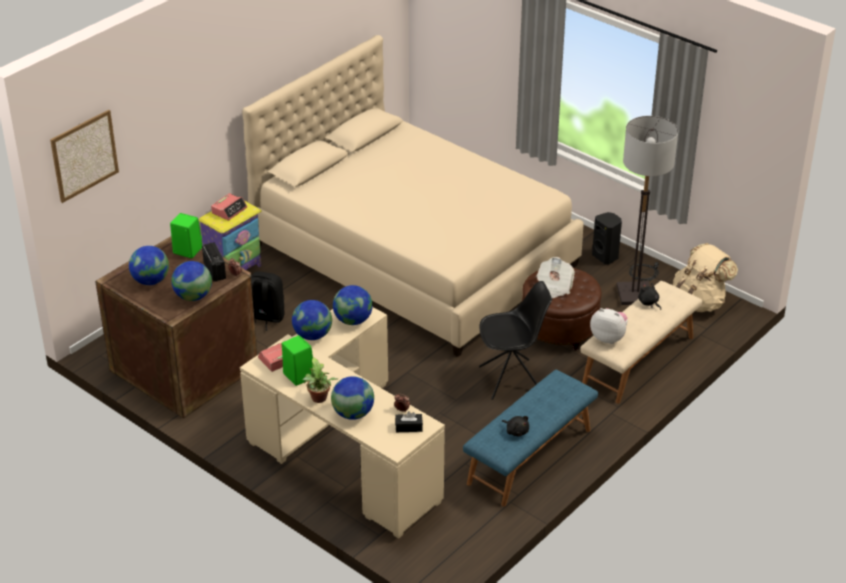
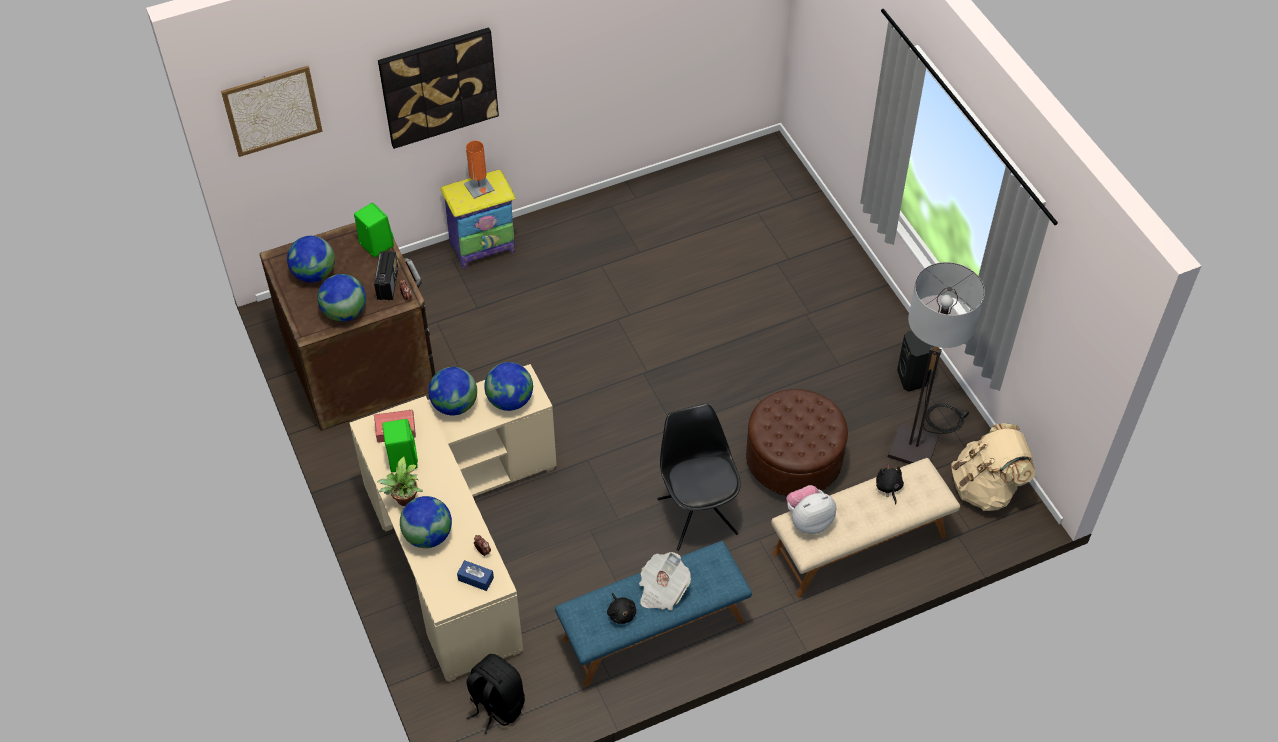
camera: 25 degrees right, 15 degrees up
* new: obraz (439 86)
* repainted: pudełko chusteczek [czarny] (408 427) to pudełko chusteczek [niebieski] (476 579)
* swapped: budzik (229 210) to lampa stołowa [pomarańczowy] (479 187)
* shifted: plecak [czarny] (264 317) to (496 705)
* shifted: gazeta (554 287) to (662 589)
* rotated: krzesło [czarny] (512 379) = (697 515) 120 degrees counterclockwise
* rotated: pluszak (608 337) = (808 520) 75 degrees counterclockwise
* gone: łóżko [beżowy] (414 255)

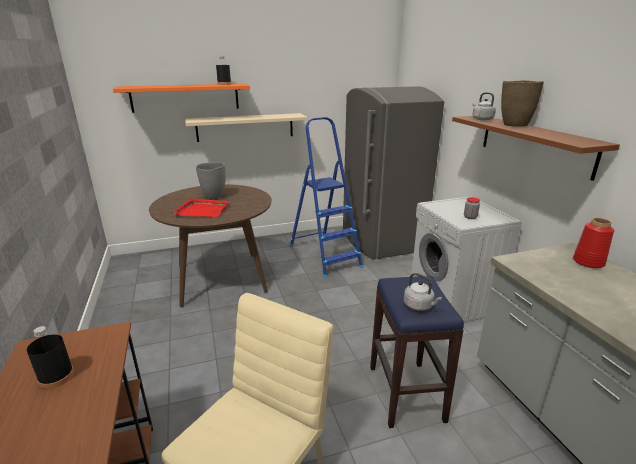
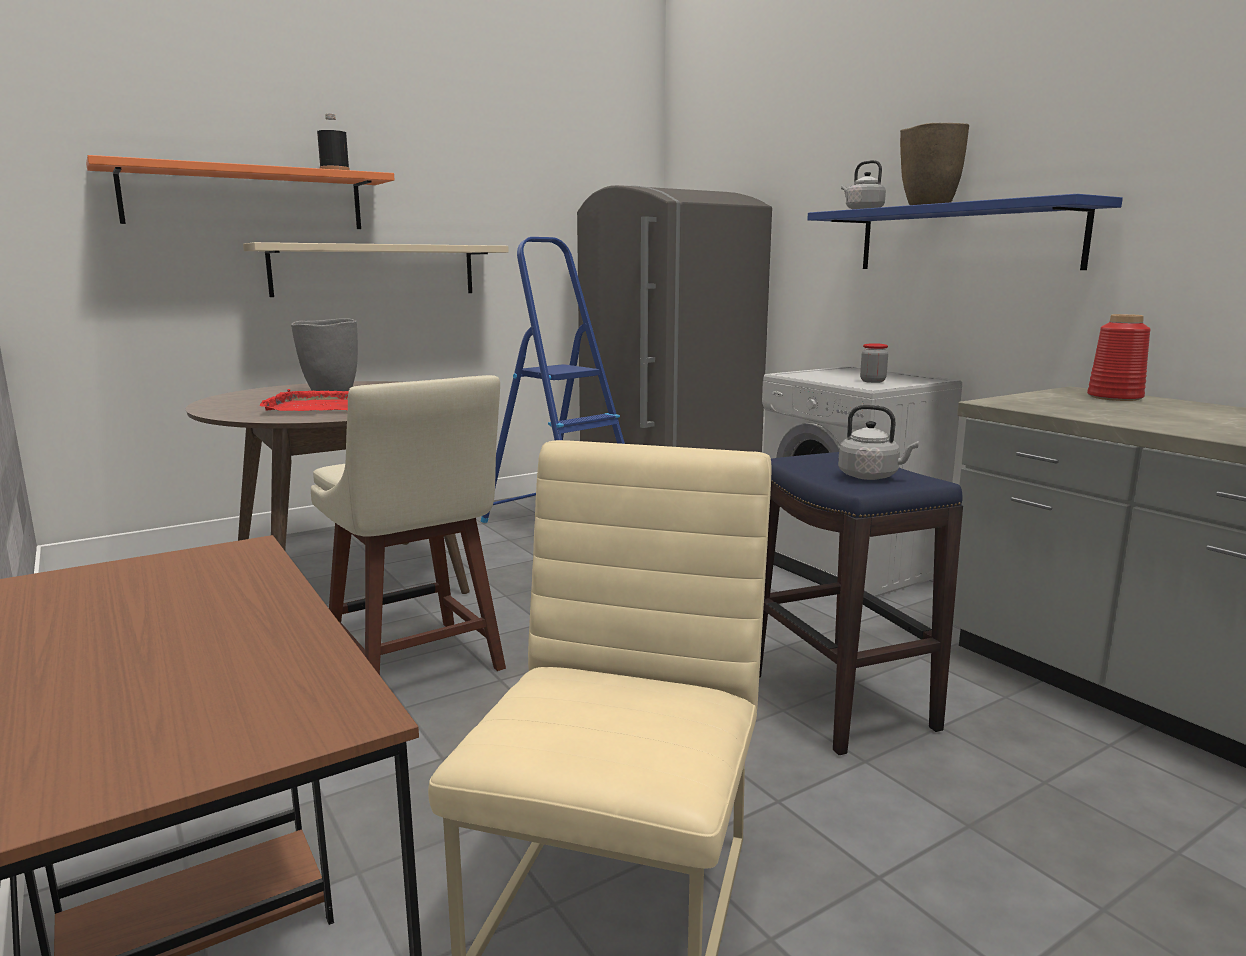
camera: 15 degrees left, 10 degrees down
* new: stołek [beżowy] (416 665)
* repainted: półka [brązowy] (534 144) to półka [niebieski] (964 238)
* gone: butelka [czarny] (56 377)

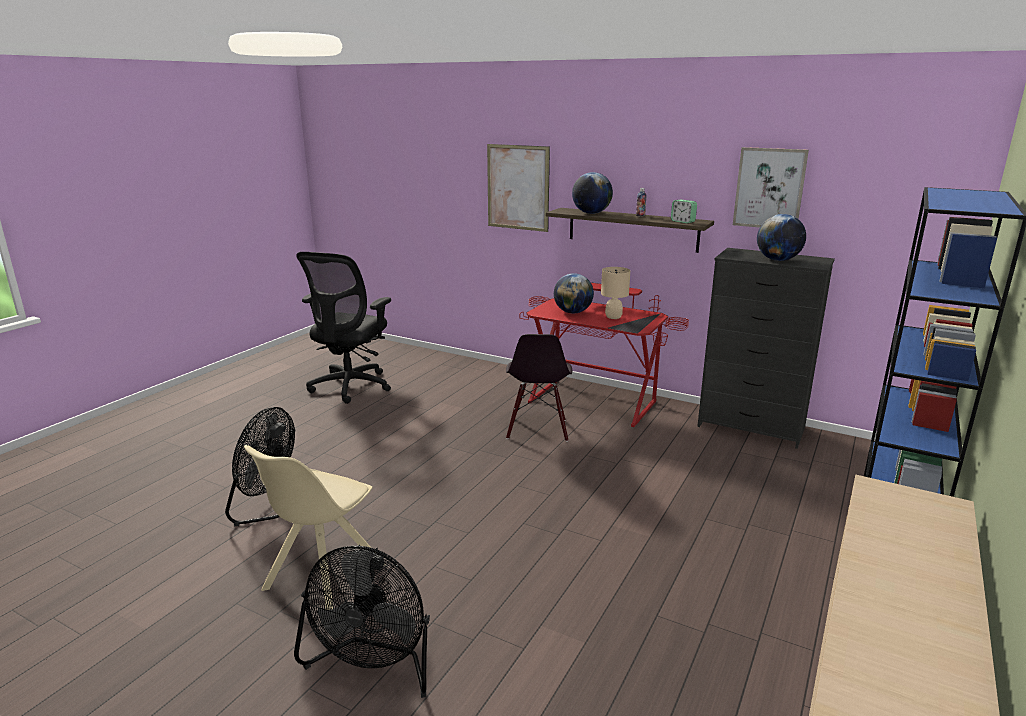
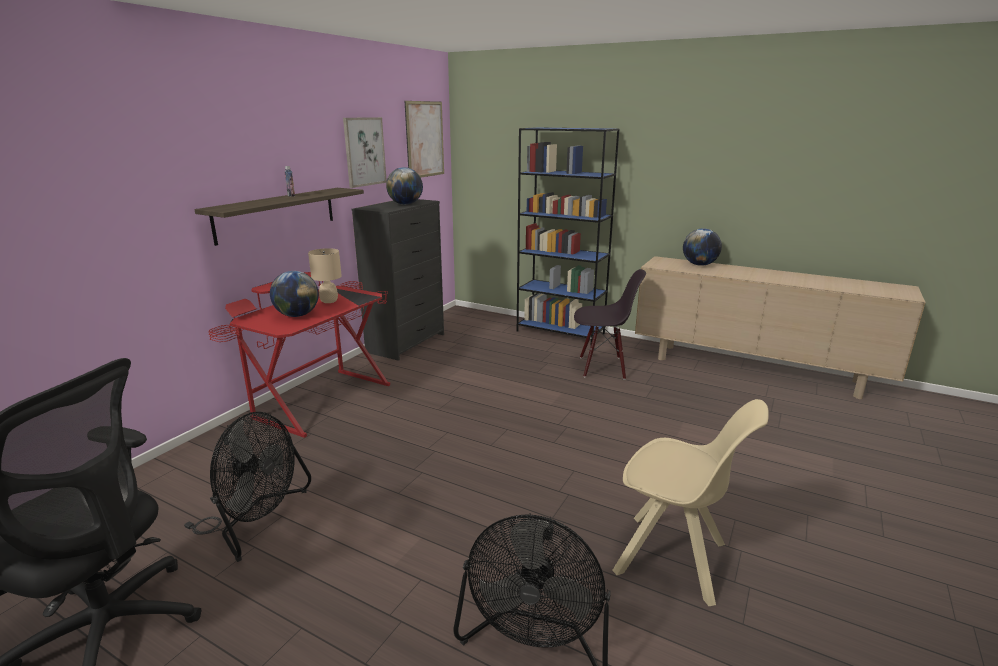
camera: 90 degrees left, 0 degrees up
* shifted: wentylator [czarny] (371 660) to (253 521)
* shifted: obraz (518 187) to (425 139)
* shifted: krzesło [czarny] (538 429) to (602 367)
* shifted: globus (591 213) to (699 265)
* gone: budzik (683 221)

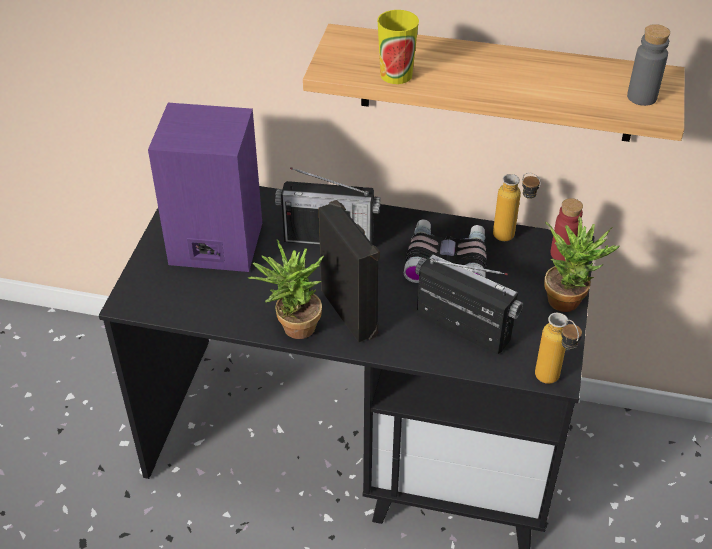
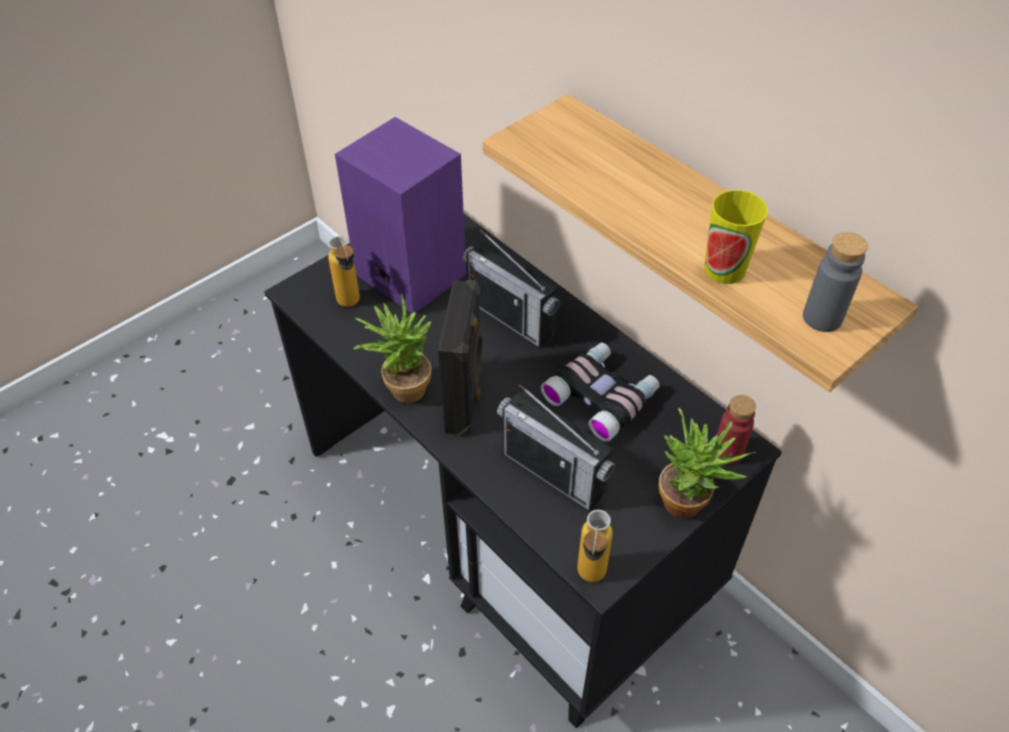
camera: 35 degrees right, 5 degrees up
* shifted: butelka (512 238) to (351 306)
* rotated: radio (462 328) = (553 473) 150 degrees clockwise
* shifted: filiżanka (396 75) to (724 269)

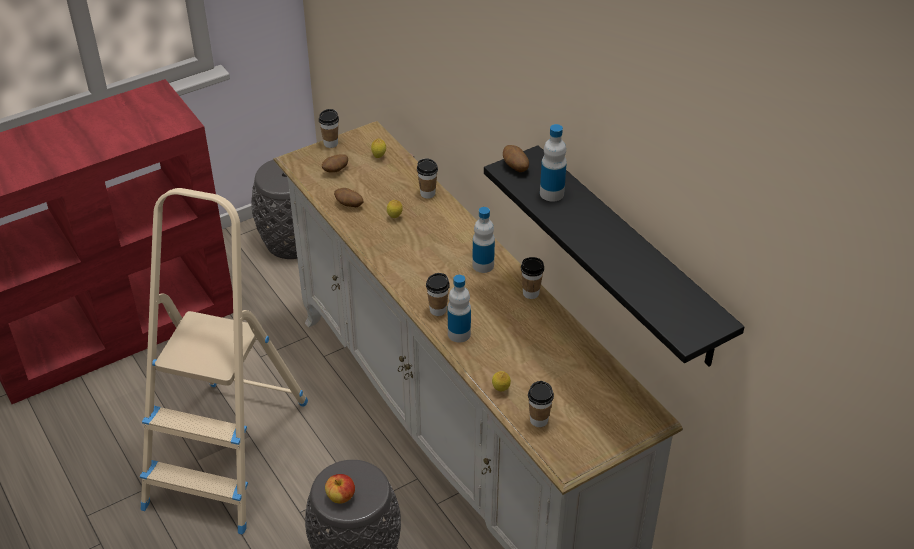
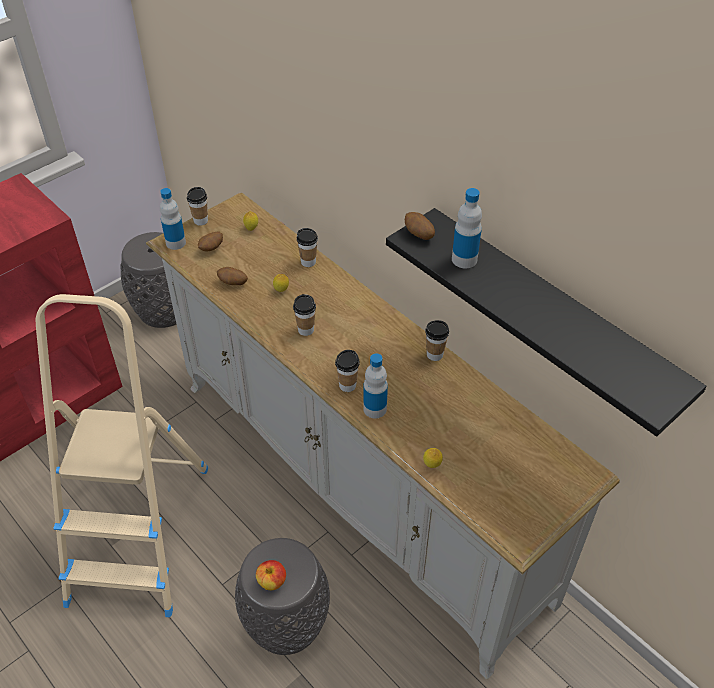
camera: 10 degrees left, 5 degrees up
* shifted: butelka (483 265) to (176 243)
* shifted: filiżanka (539 420) to (306 330)

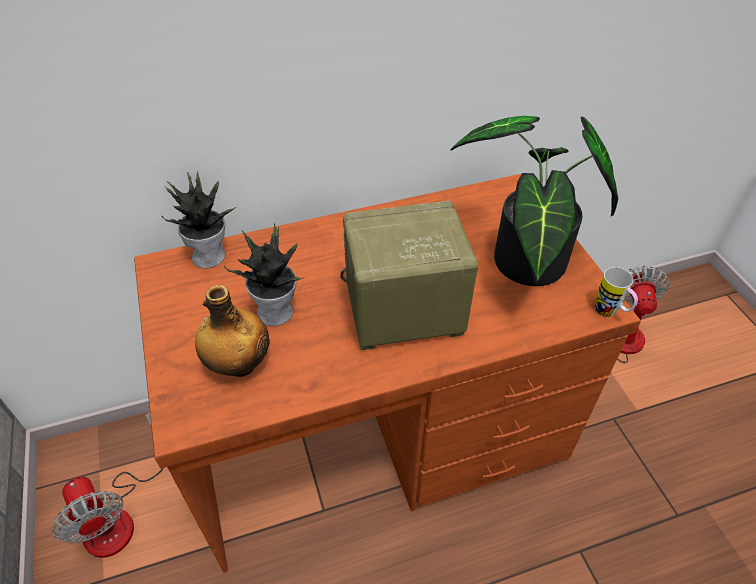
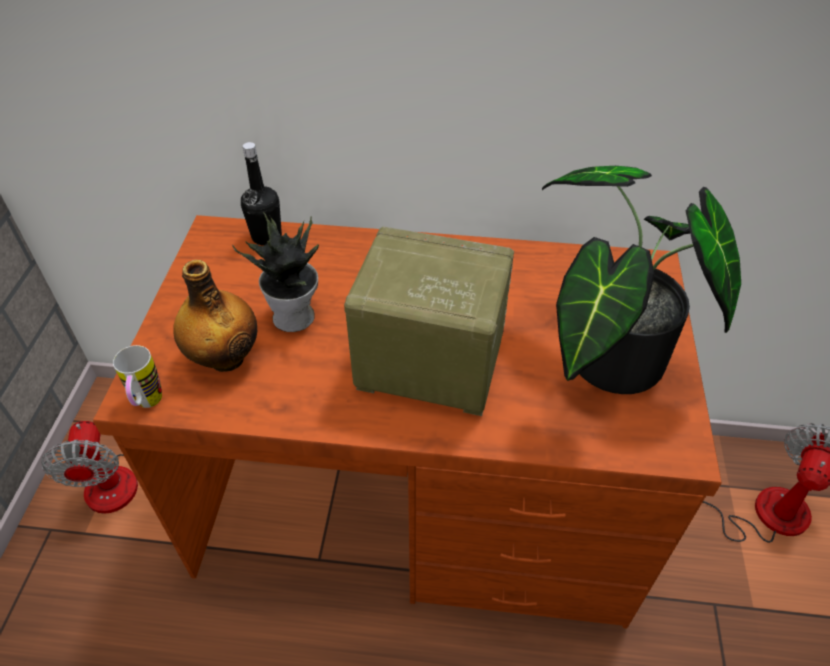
camera: 25 degrees right, 0 degrees up
* shifted: kubek (610 314) to (148 405)
* swapped: roślina doniczkowa (210 255) to butelka [czarny] (266 236)

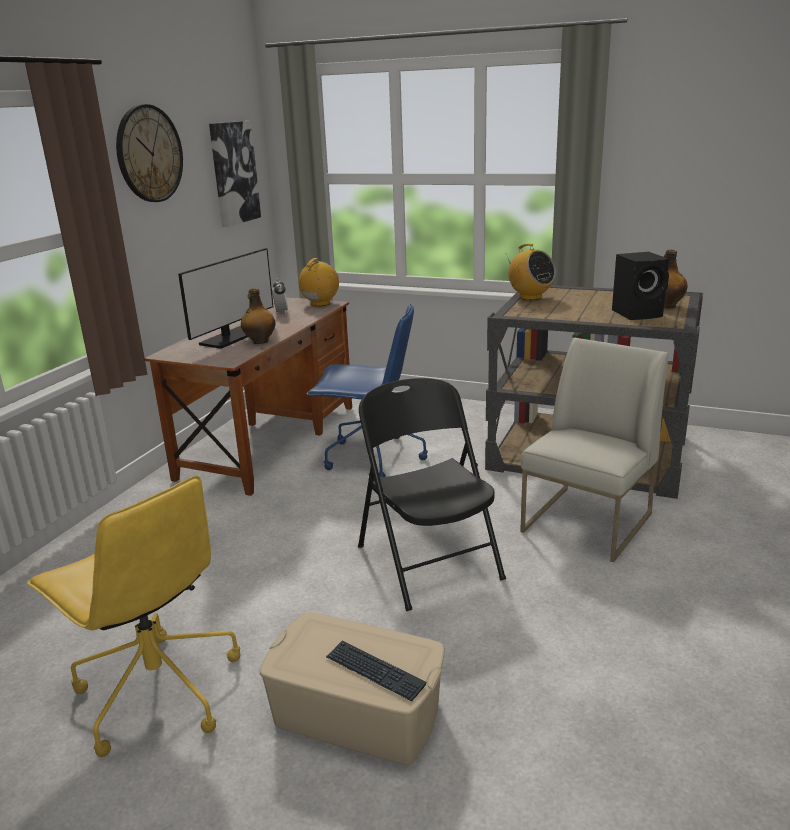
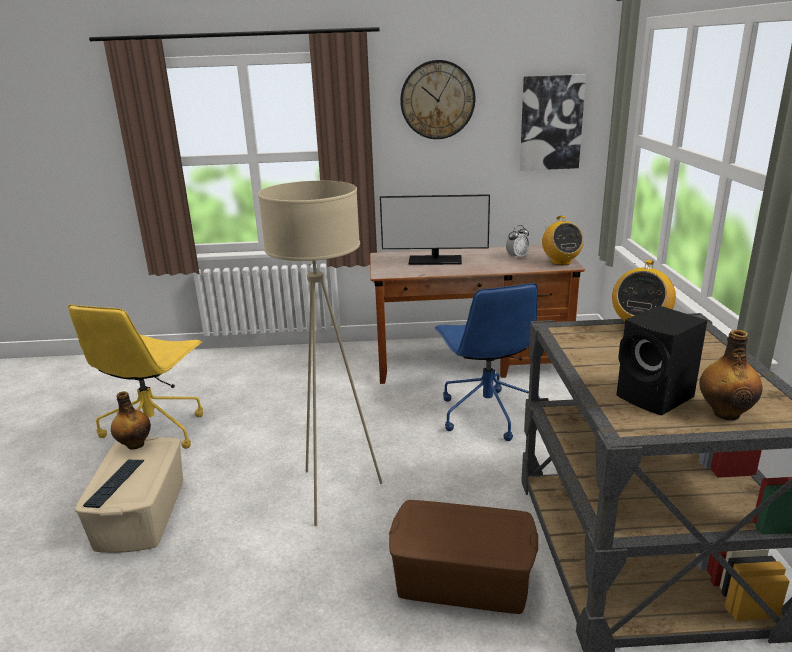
camera: 65 degrees right, 0 degrees up
* shifted: butelka (259 342) to (135 444)
* swapped: krzesło [czarny] (429 562) to lampa stojąca [beżowy] (334 493)
* swapped: krzesło [biały] (587 523) to pojemnik do przechowywania [brązowy] (462 580)
* rotated: radio (320 303) = (560 262) 75 degrees clockwise

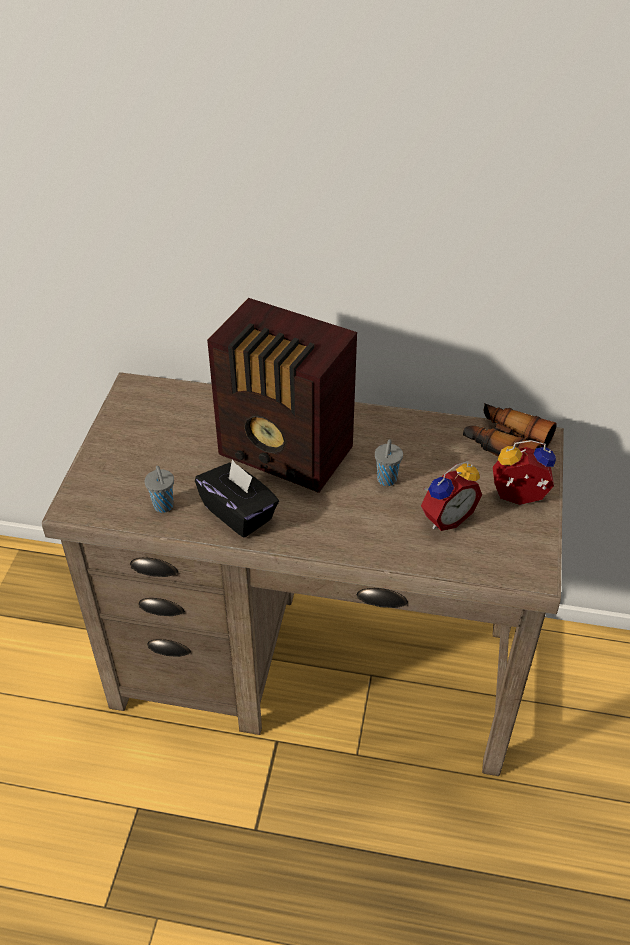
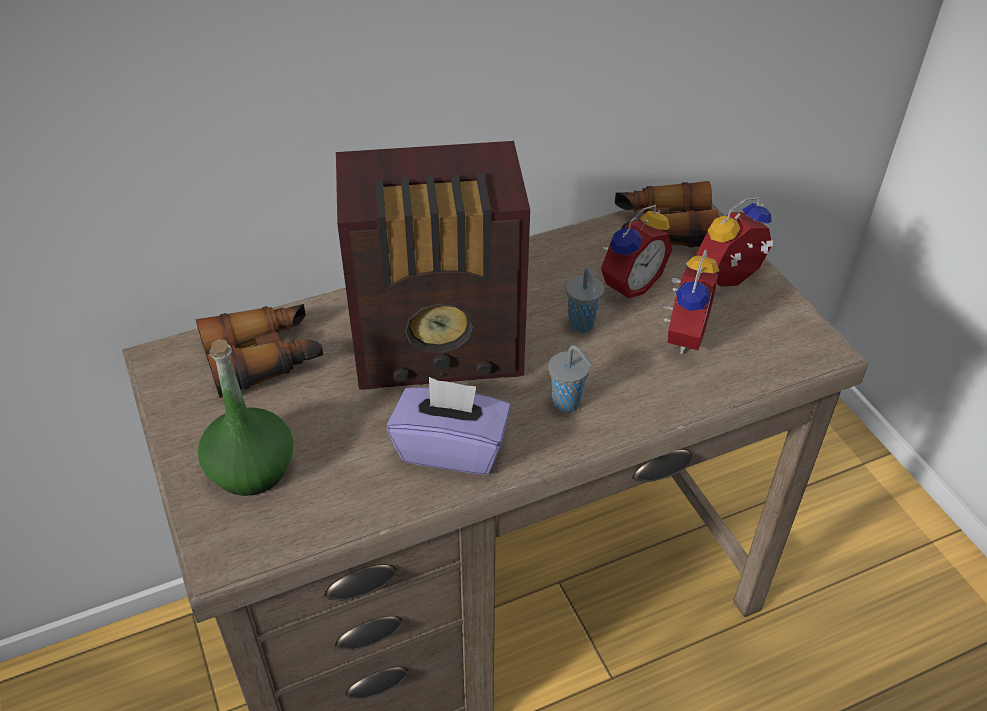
camera: 35 degrees left, 0 degrees up
* new: lornetka (264 358)
* new: butelka [zielony] (252 469)
* repainted: pudełko chusteczek [czarny] (239 513) to pudełko chusteczek [fioletowy] (451 448)
* shifted: filiżanka [szary] (163 507) to (568 403)
* new: budzik (628 284)

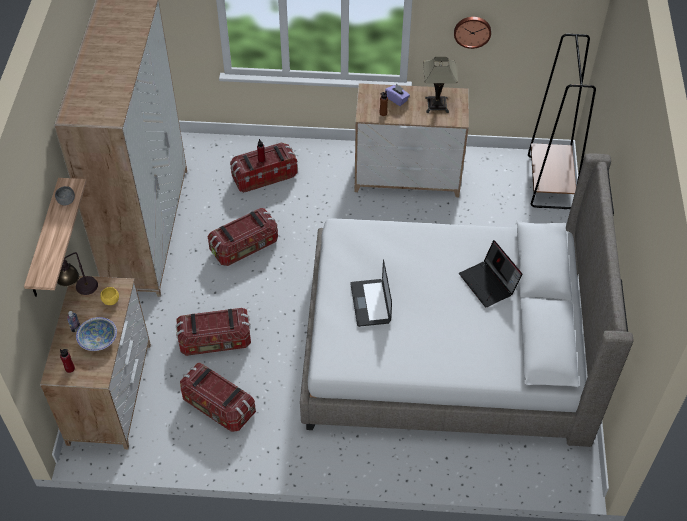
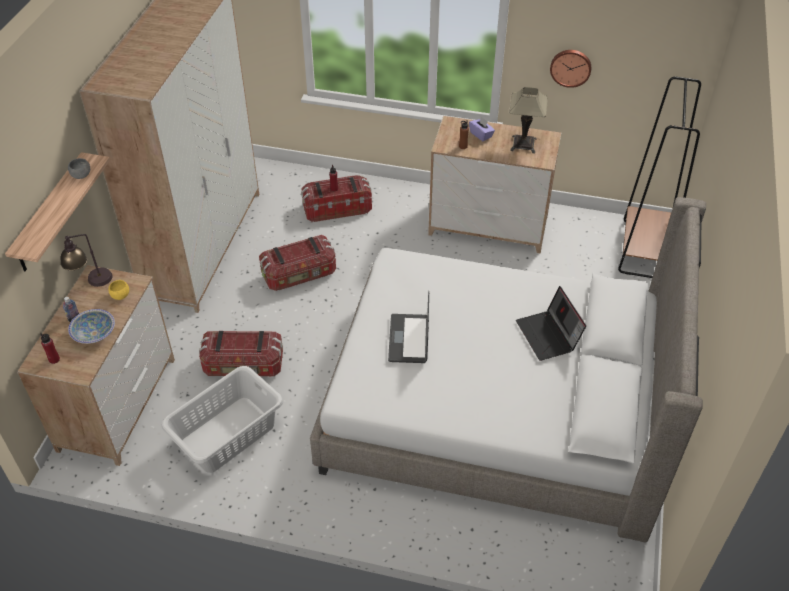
camera: 10 degrees right, 5 degrees down
* swapped: pojemnik do przechowywania (218 406) to kosz na pranie [szary] (228 434)

